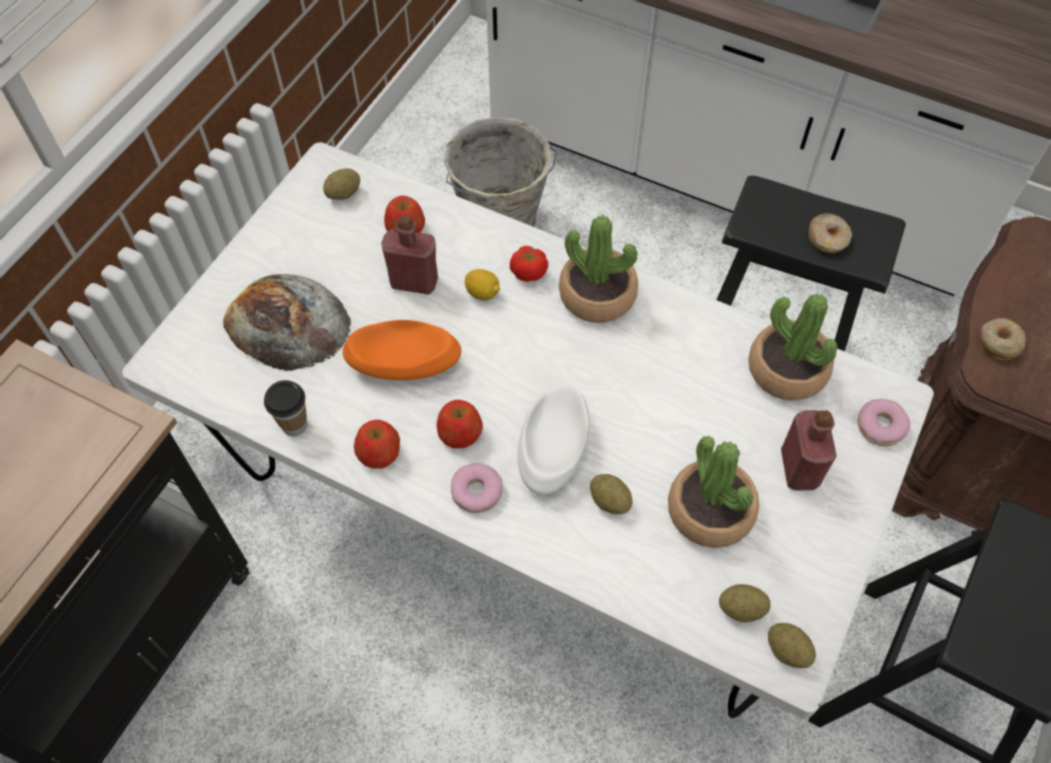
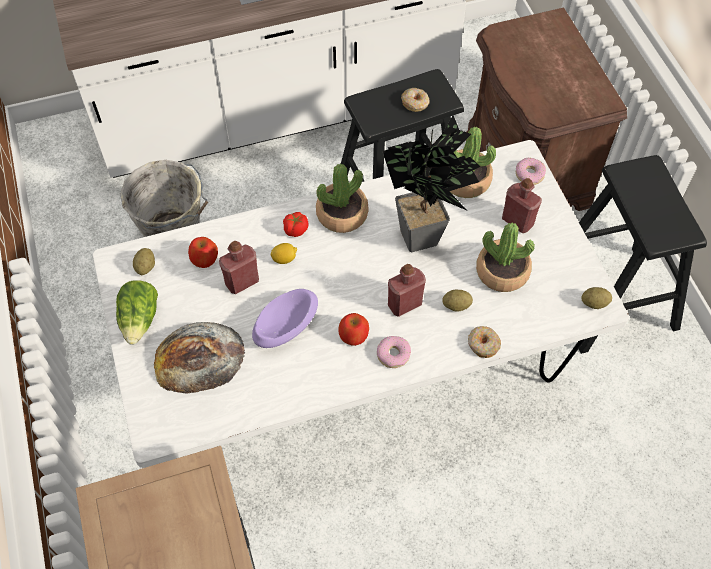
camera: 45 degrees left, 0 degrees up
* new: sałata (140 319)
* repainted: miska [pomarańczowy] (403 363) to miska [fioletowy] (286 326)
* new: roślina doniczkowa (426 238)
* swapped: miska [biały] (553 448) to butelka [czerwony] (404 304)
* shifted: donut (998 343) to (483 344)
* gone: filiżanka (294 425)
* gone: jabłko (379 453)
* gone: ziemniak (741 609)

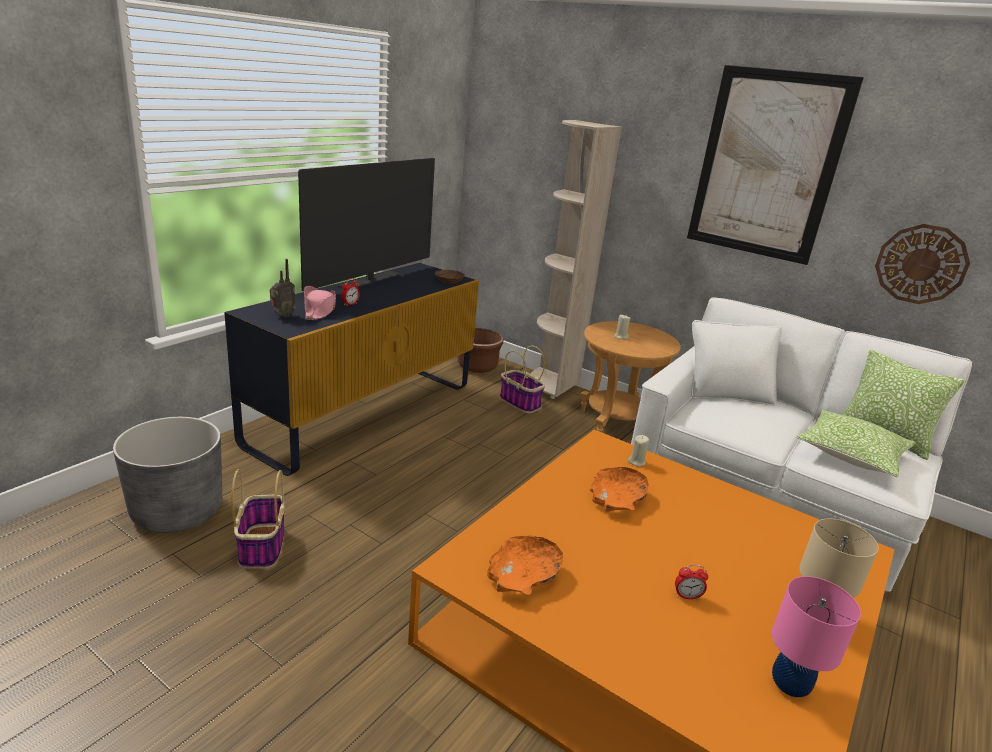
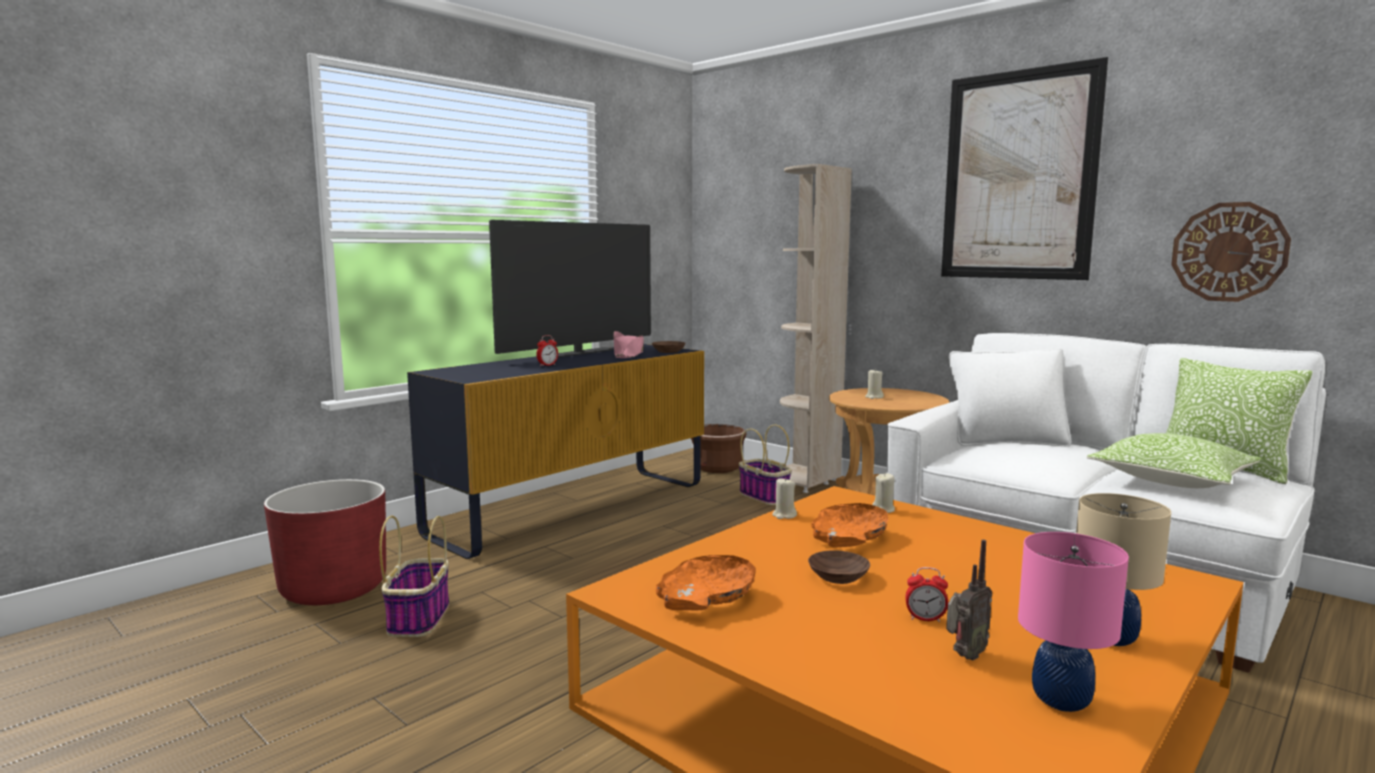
camera: 10 degrees right, 15 degrees down
* repainted: donica [szary] (177 511) to donica [czerwony] (333 588)
* shifted: kapelusz [różowy] (319 311) to (628 355)
* new: świeca [beżowy] (784 515)
* new: miska [brązowy] (836 577)
* shifted: radio (282 315) to (964 656)

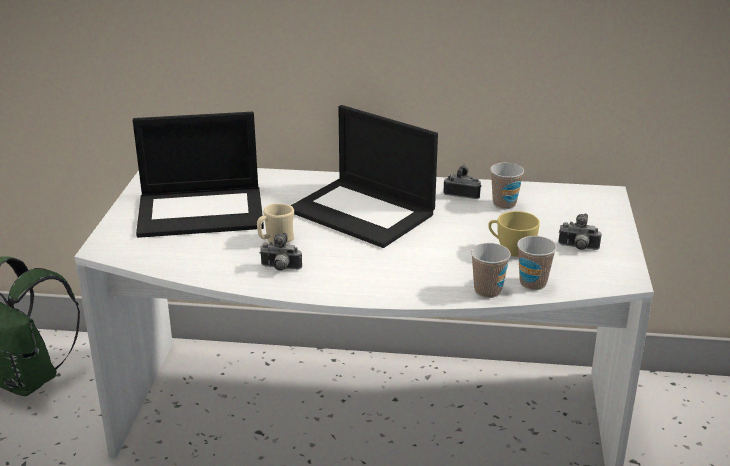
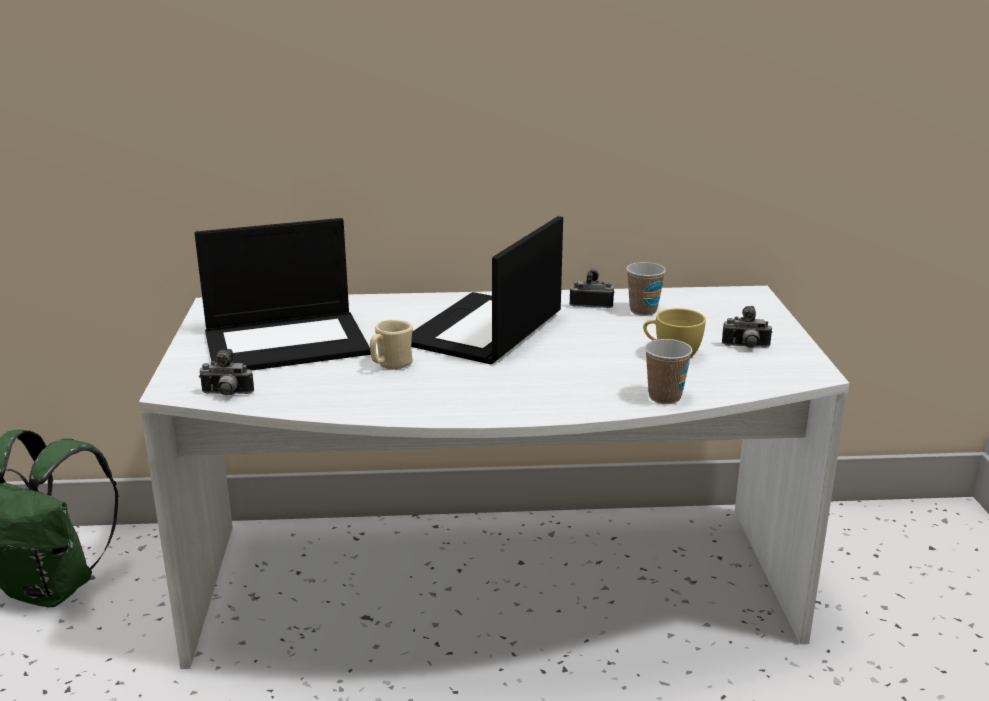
camera: 10 degrees left, 5 degrees down
* shifted: aparat fotograficzny (280 268) to (226 394)
* rotated: laptop (363 212) = (484 330) 90 degrees clockwise
* gone: filiżanka (533 283)

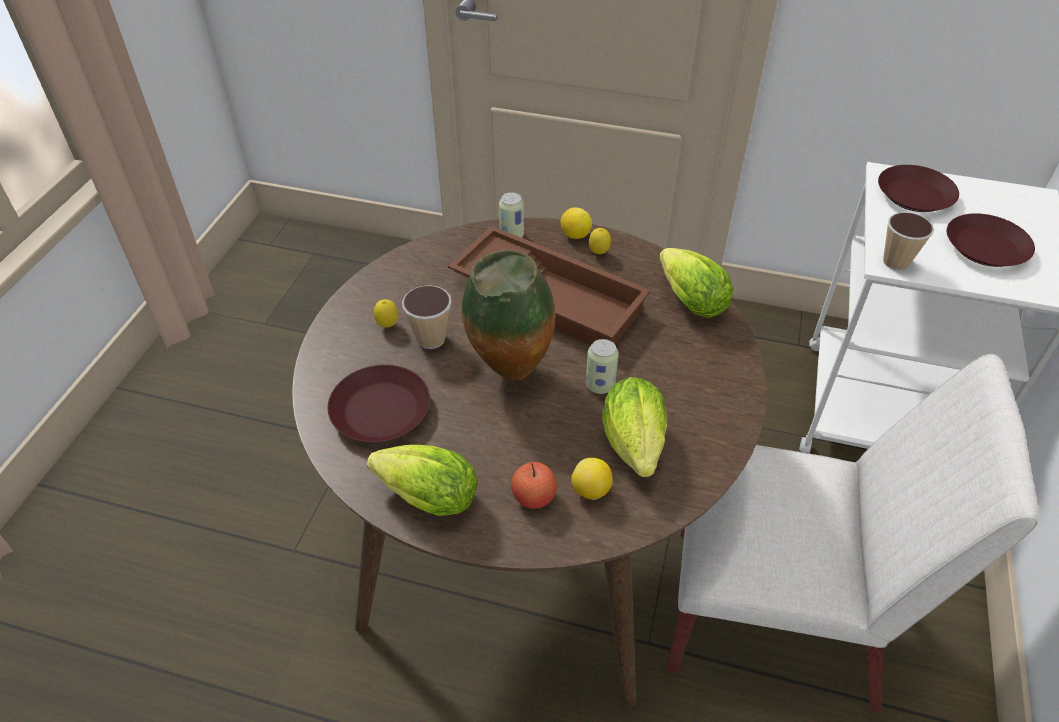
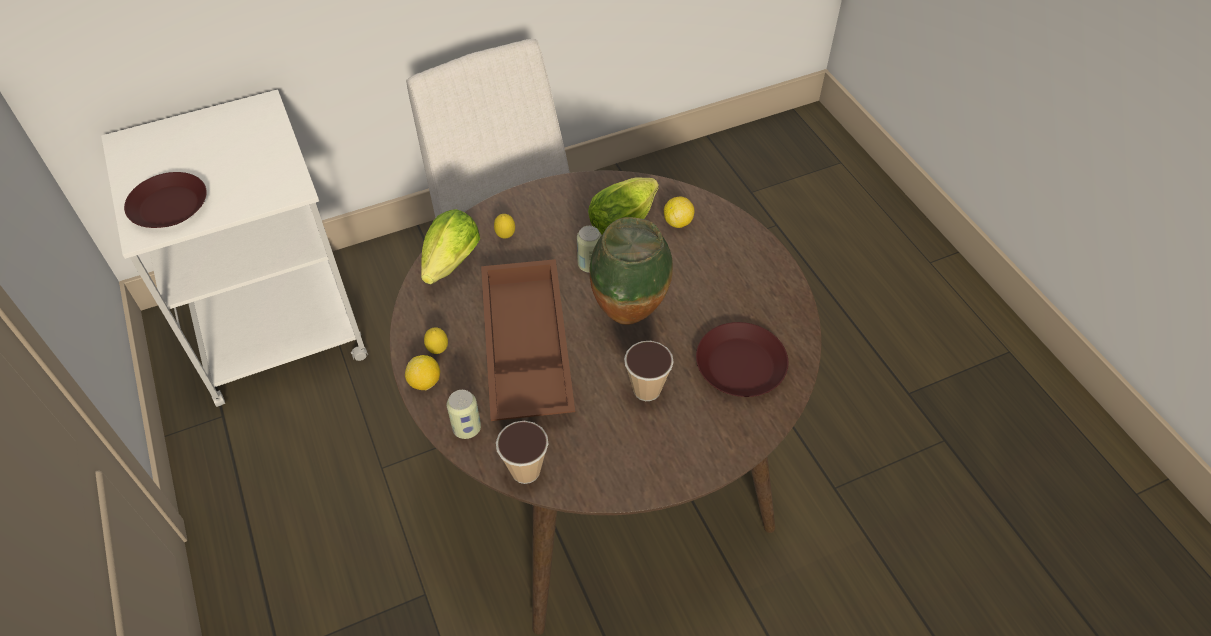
camera: 130 degrees left, 5 degrees up
* shifted: cytryna (388 326) to (505 236)
* shifted: filiżanka (895 262) to (525 470)
* gone: sałata (423 496)
* gone: jabłko (533 497)
* gone: talerz [brązowy] (986 247)

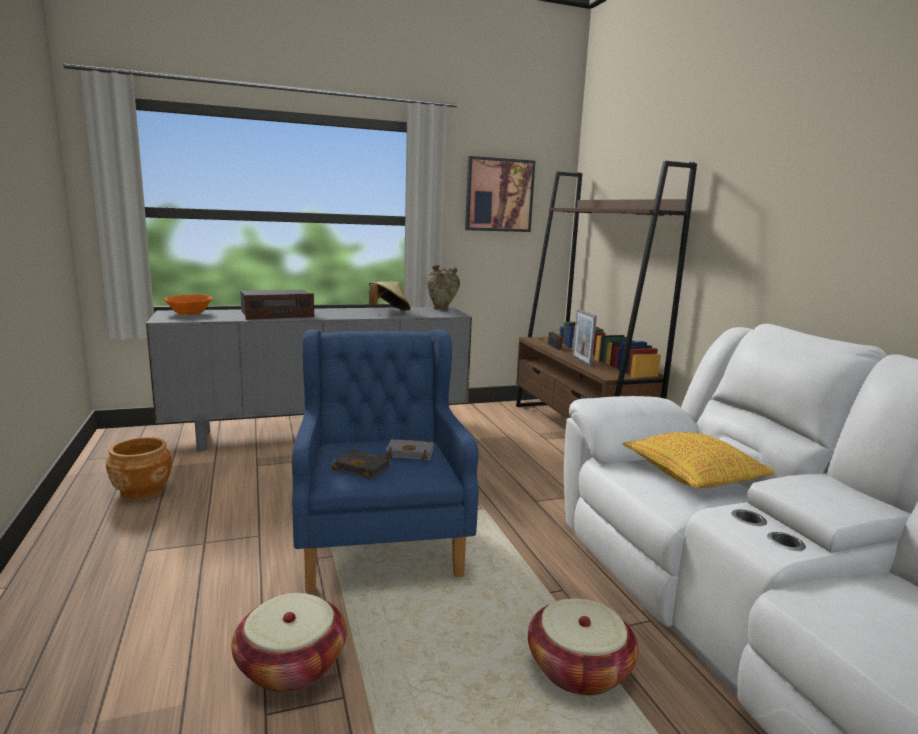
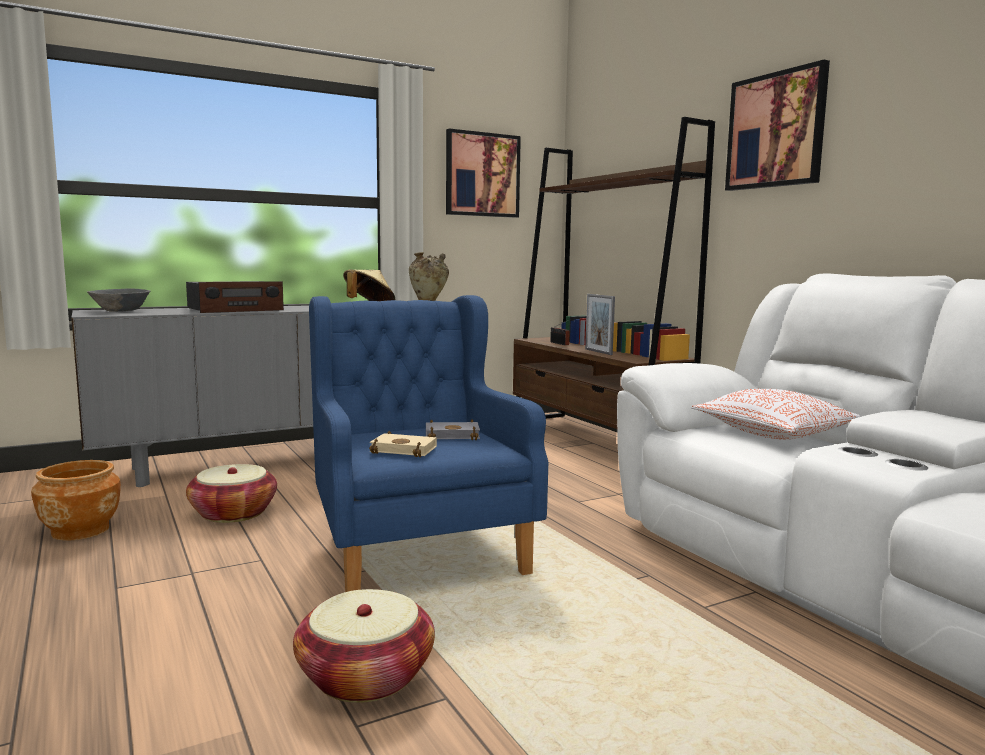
camera: 10 degrees left, 5 degrees down
* repainted: miska [pomarańczowy] (189 313) to miska [szary] (120 311)
* shifted: koszyk (578 668) to (233 513)
* repainted: książka [czarny] (363 468) to książka [beżowy] (406 450)
* repainted: poduszka [żółty] (695 476) to poduszka [biały] (774 433)
* new: obraz (776 130)

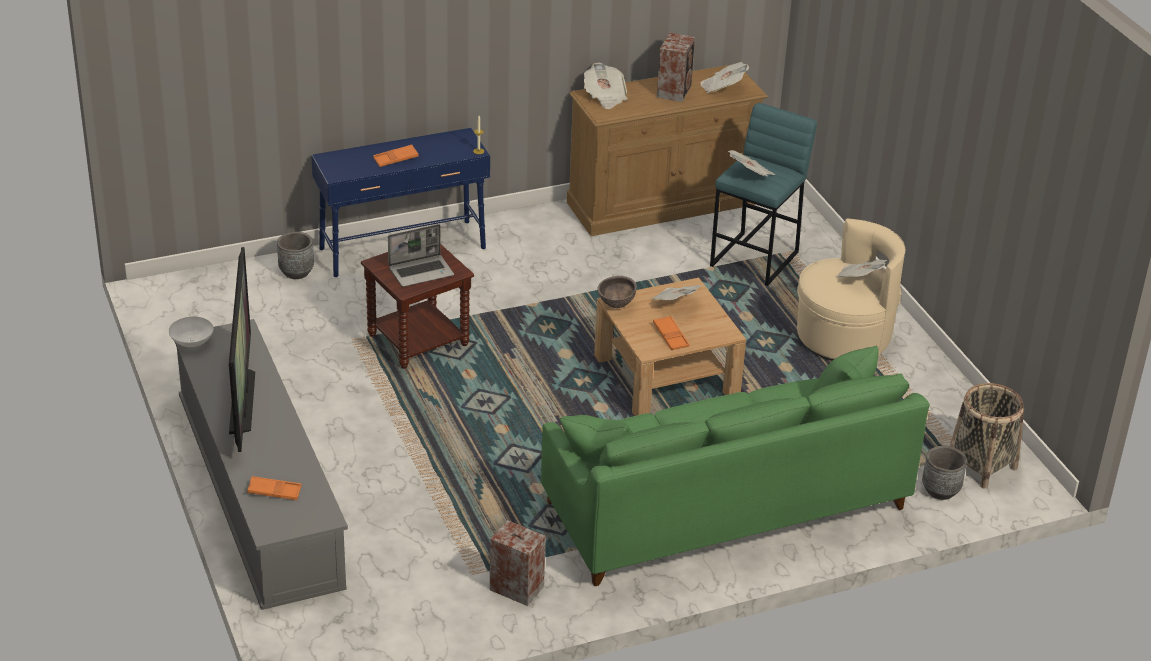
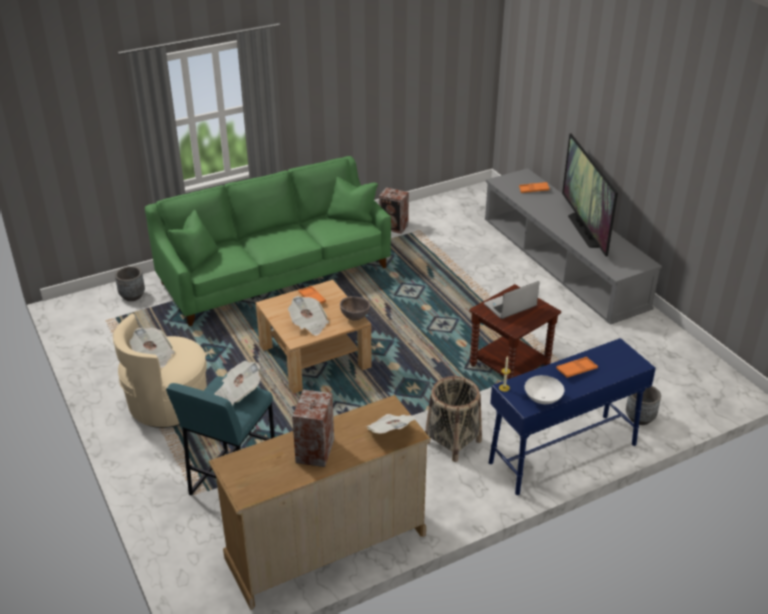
camera: 175 degrees right, 0 degrees up
* shifted: koszyk (981 465) to (452 441)
* shifted: miska [biały] (192 343) to (543 398)
* gone: gazeta (722 88)

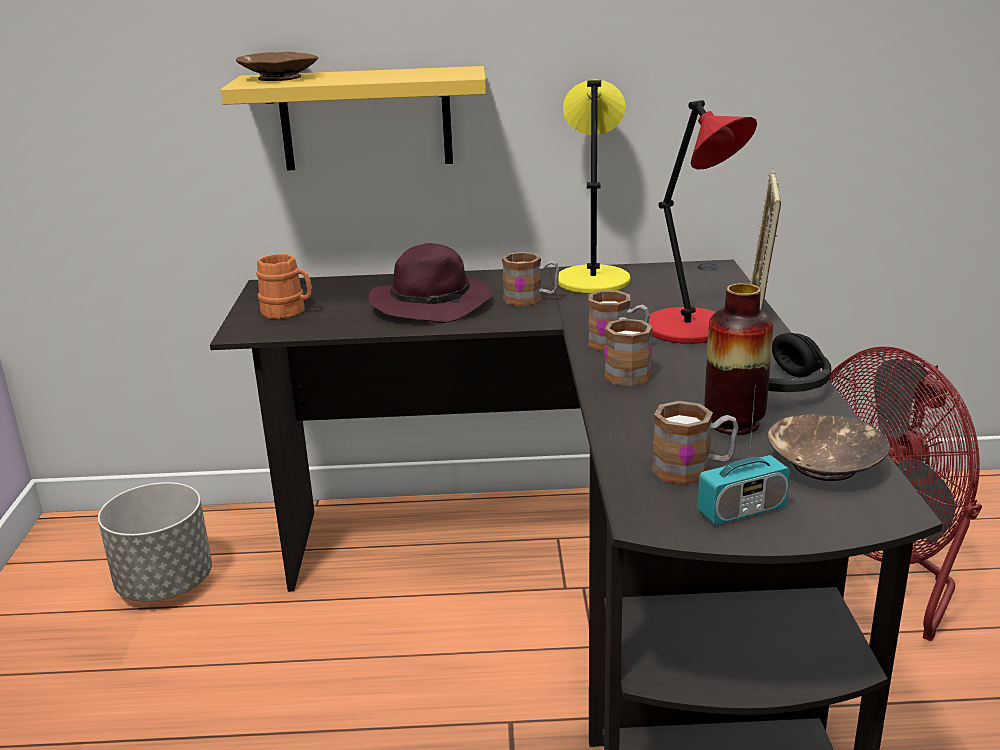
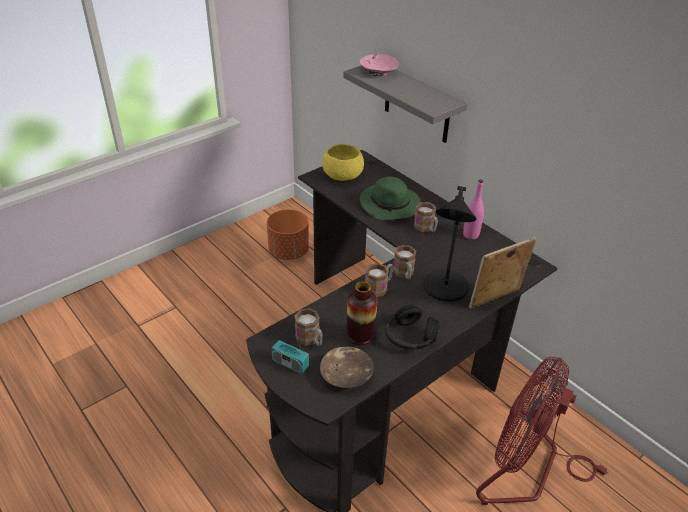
camera: 50 degrees right, 15 degrees up
* repainted: donica [szary] (165 584) to donica [pomarańczowy] (288 252)
* swapped: kubek [pomarańczowy] (288 312) to miska [żółty] (343 176)
* repainted: półka [żółty] (366 119) to półka [szary] (417 103)
* repainted: miska [brązowy] (278 78) to miska [różowy] (378 71)
* repainted: kapelusz [fioletowy] (433 304) to kapelusz [zielony] (390 205)
* repainted: lampa stołowa [czerwony] (691 329) to lampa stołowa [czarny] (445 288)
* swapped: lampa stołowa [żółty] (592 279) to butelka [różowy] (470 235)

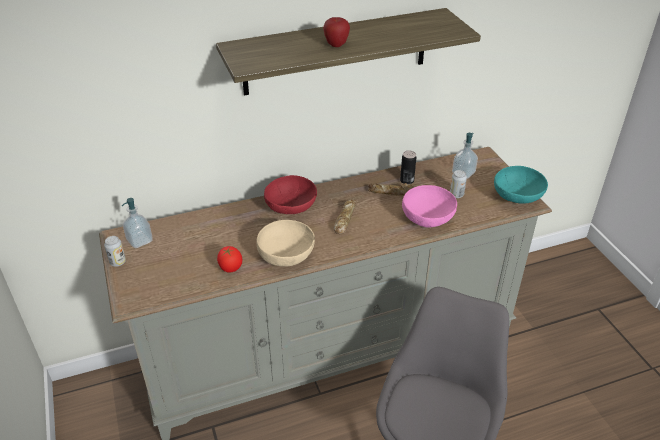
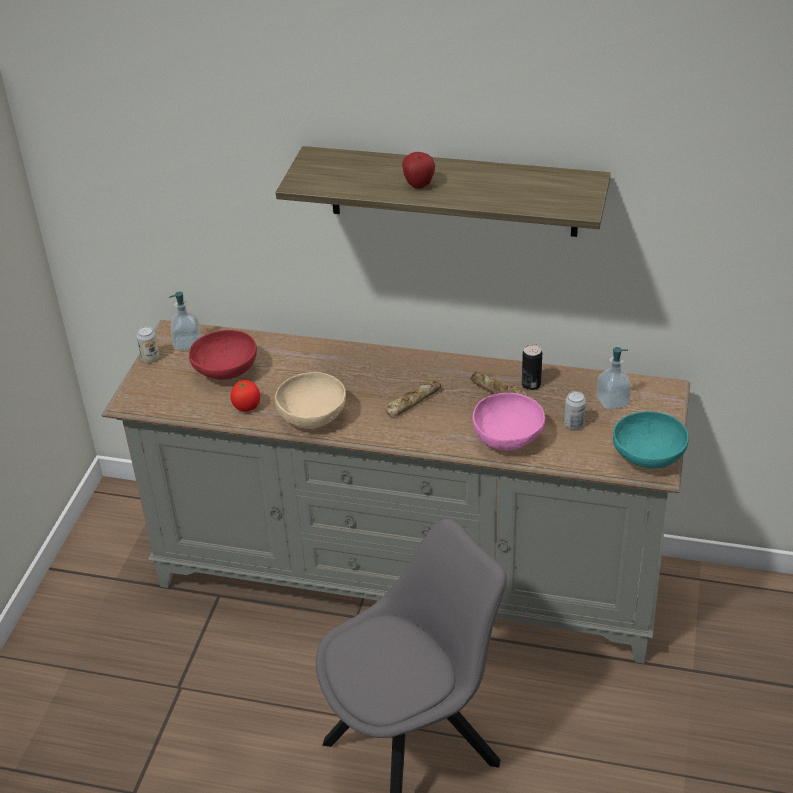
camera: 35 degrees right, 0 degrees up
* shifted: miska [czerwony] (291 208) to (225 372)

